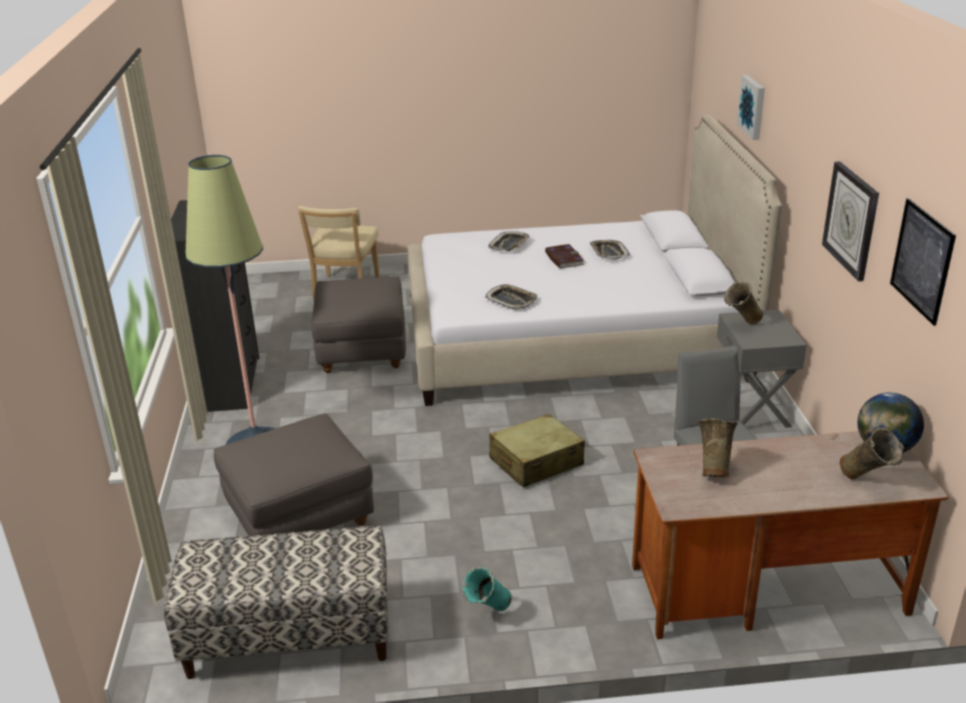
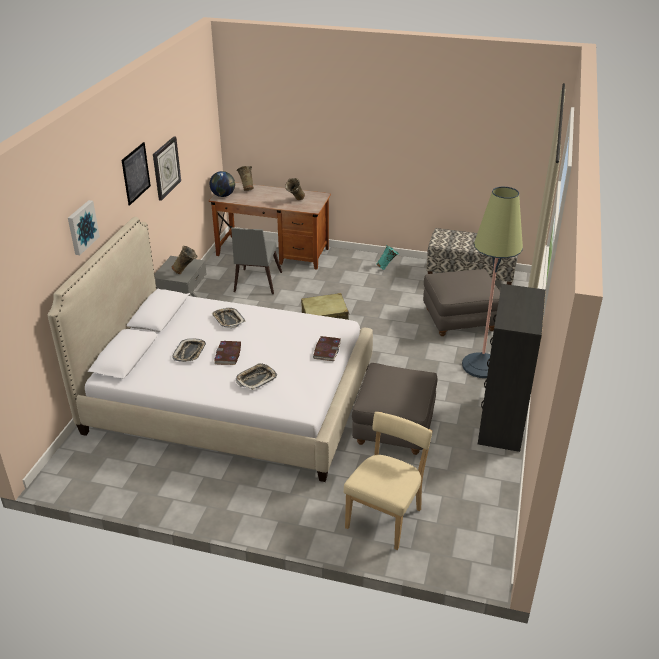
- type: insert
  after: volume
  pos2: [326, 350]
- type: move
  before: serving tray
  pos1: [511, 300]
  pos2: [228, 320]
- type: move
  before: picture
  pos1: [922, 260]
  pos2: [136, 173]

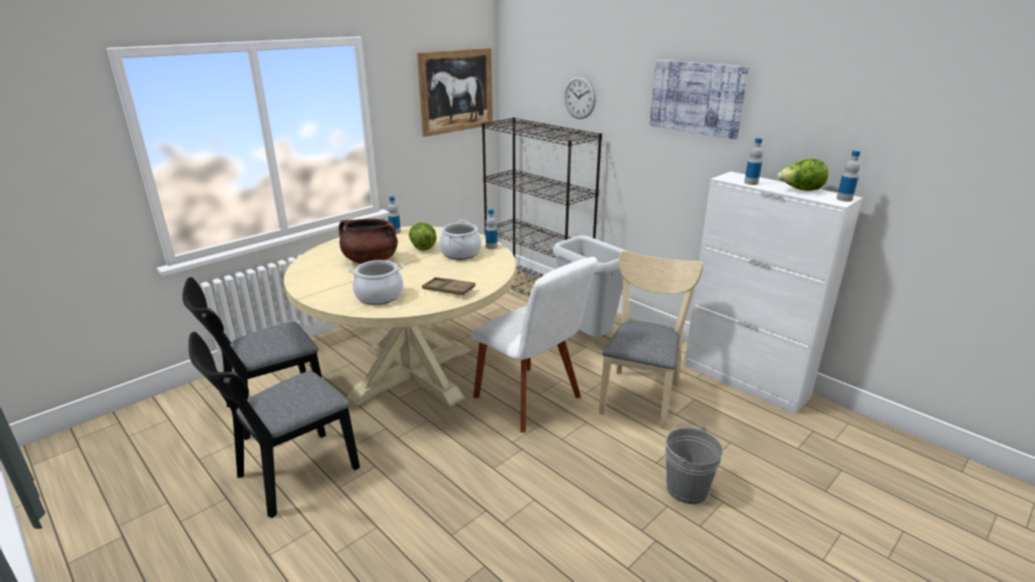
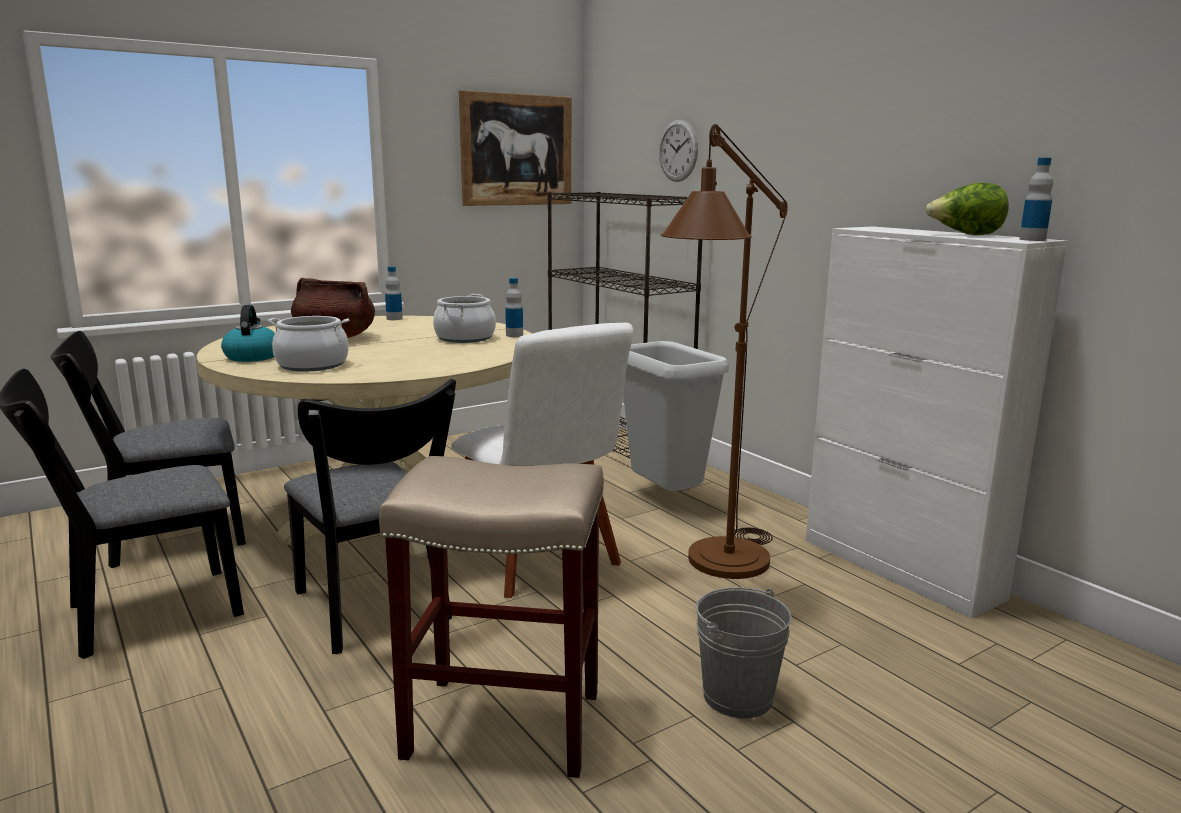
- type: delete
  before: head of lettuce
  pos1: [422, 247]
- type: delete
  before: serving tray/brownish
  pos1: [448, 290]
- type: delete
  before: picture
  pos1: [696, 97]
- type: delete
  before: beverage bottle
  pos1: [751, 183]
- type: insert
  after: water kettle
  pos2: [252, 356]
- type: insert
  after: upright chair/black
  pos2: [375, 611]
- type: insert
  after: sitting stool/beige
  pos2: [500, 725]
- type: replace
  before: upright chair/beige
  after: standing lamp/brownish
  pos1: [641, 393]
  pos2: [718, 569]

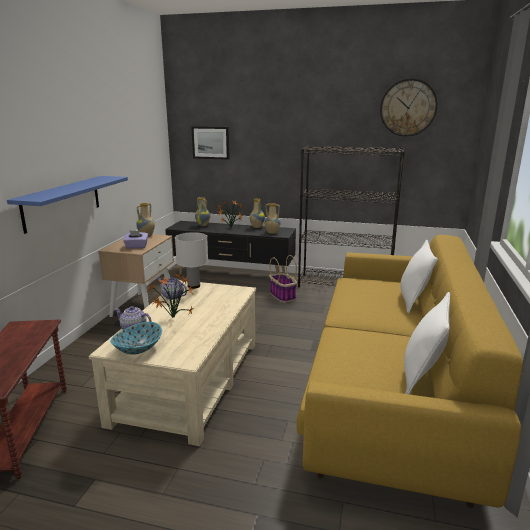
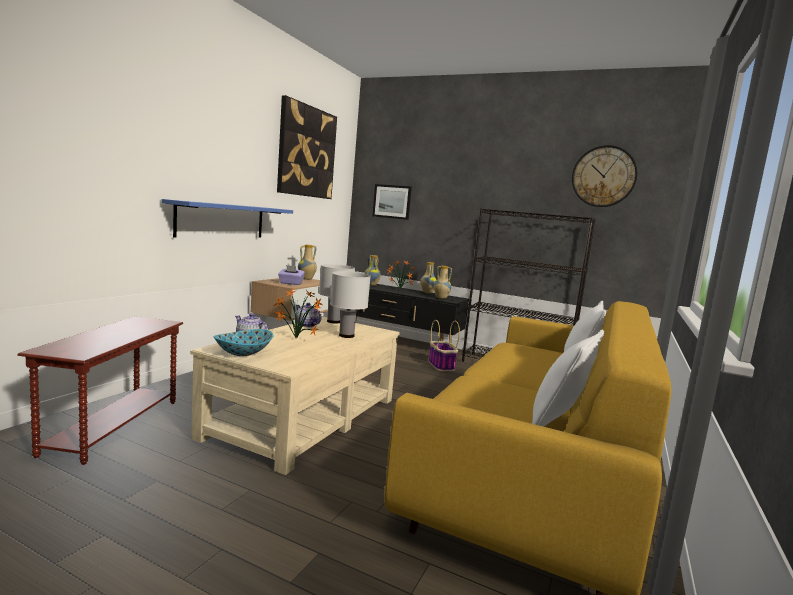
- type: insert
  after: picture
  pos2: [306, 152]
- type: insert
  after: lamp for a table/white-coloured
  pos2: [347, 336]

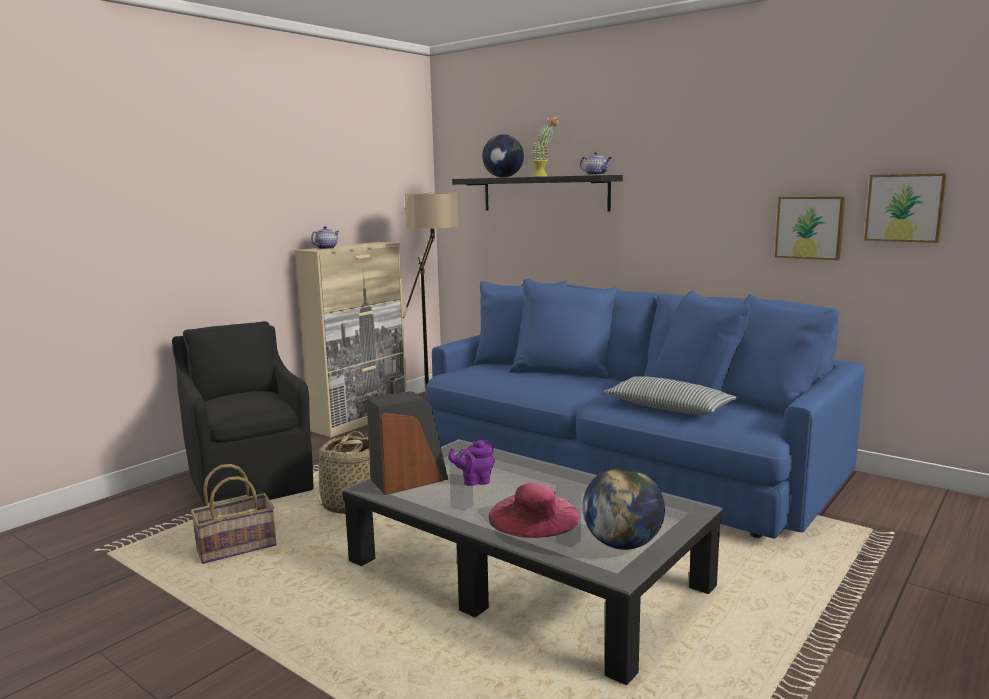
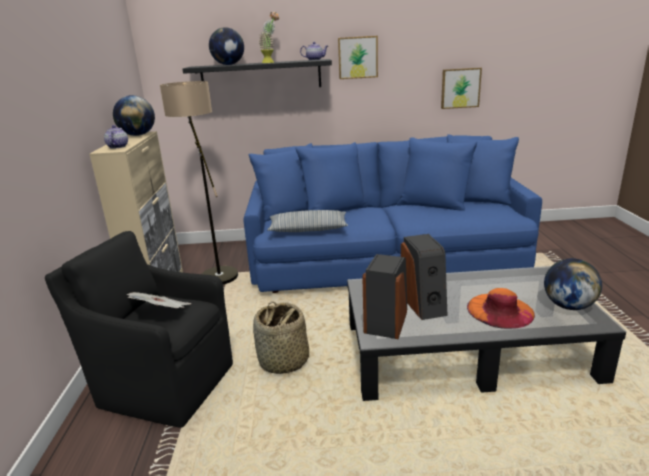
- type: delete
  before: basket
  pos1: [236, 547]
- type: insert
  after: desk globe
  pos2: [138, 135]
- type: insert
  after: daily paper
  pos2: [163, 313]
- type: move
  before: cushion
  pos1: [668, 407]
  pos2: [308, 229]
- type: move
  before: picture
  pos1: [904, 207]
  pos2: [357, 57]
- type: replace
  before: tea pot/purple
  after: loudspeaker
  pos1: [474, 481]
  pos2: [424, 304]
- type: recolor
  before: hat/pinkish
  after: hat/orange
  pos1: [534, 515]
  pos2: [500, 310]

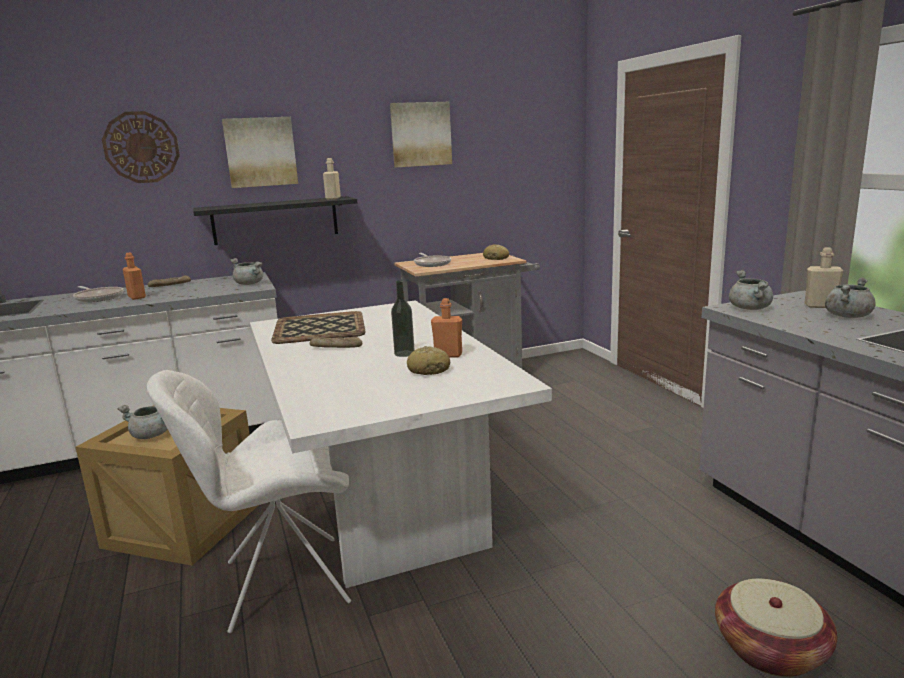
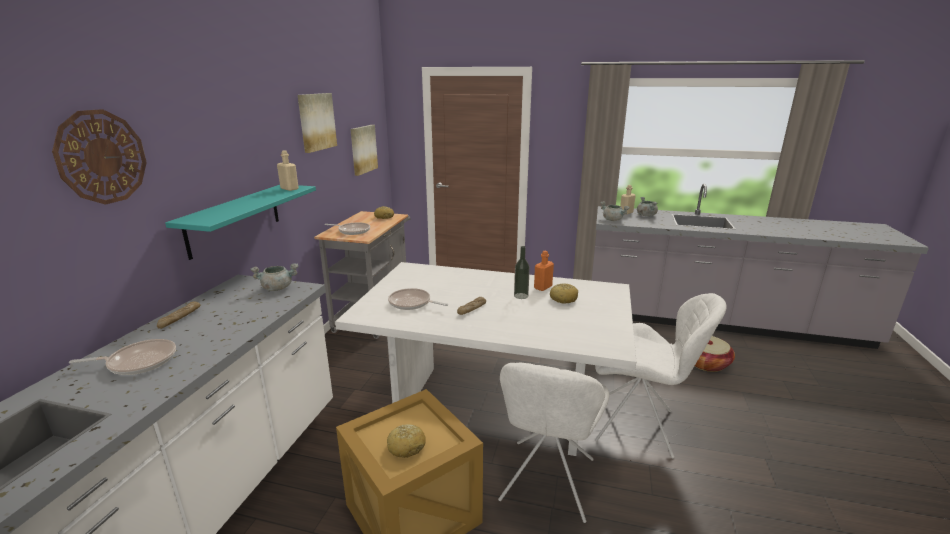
- type: delete
  before: beverage bottle/orange
  pos1: [137, 297]
- type: insert
  after: upright chair/white-coloured
  pos2: [638, 426]
- type: move
  before: picture
  pos1: [260, 152]
  pos2: [363, 149]
- type: replace
  before: stockpot/gray
  after: baked bread
  pos1: [152, 435]
  pos2: [406, 446]
- type: replace
  before: serving tray
  after: frying pan
  pos1: [318, 328]
  pos2: [412, 303]
- type: recolor
  before: bracket shelf/black
  after: bracket shelf/turquoise-coloured
  pos1: [275, 220]
  pos2: [235, 219]

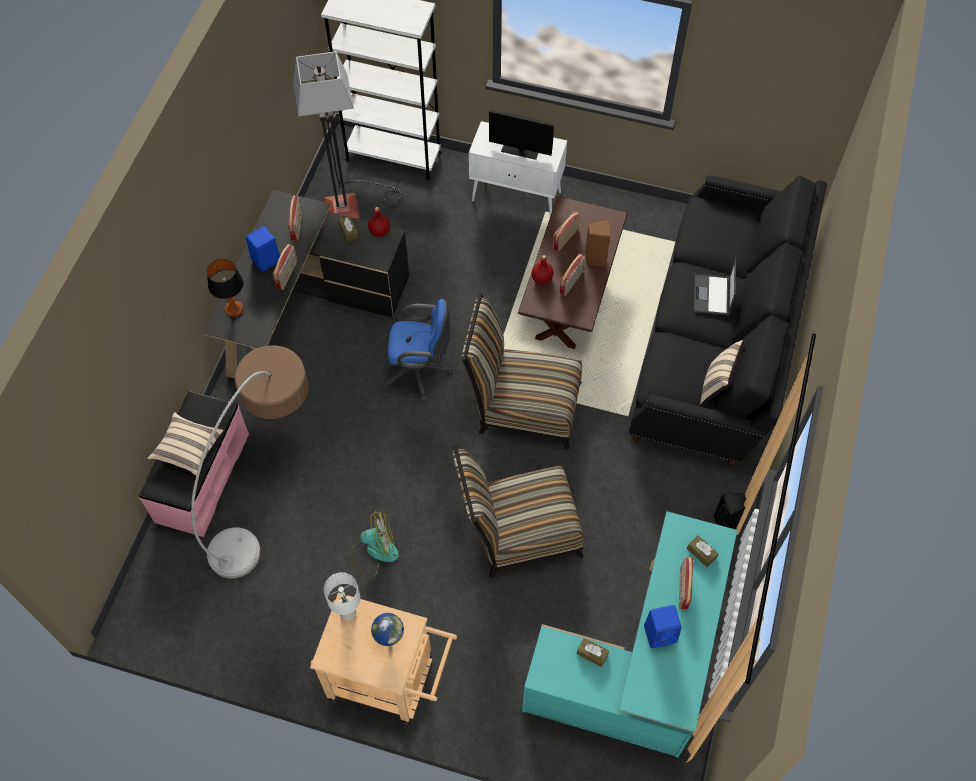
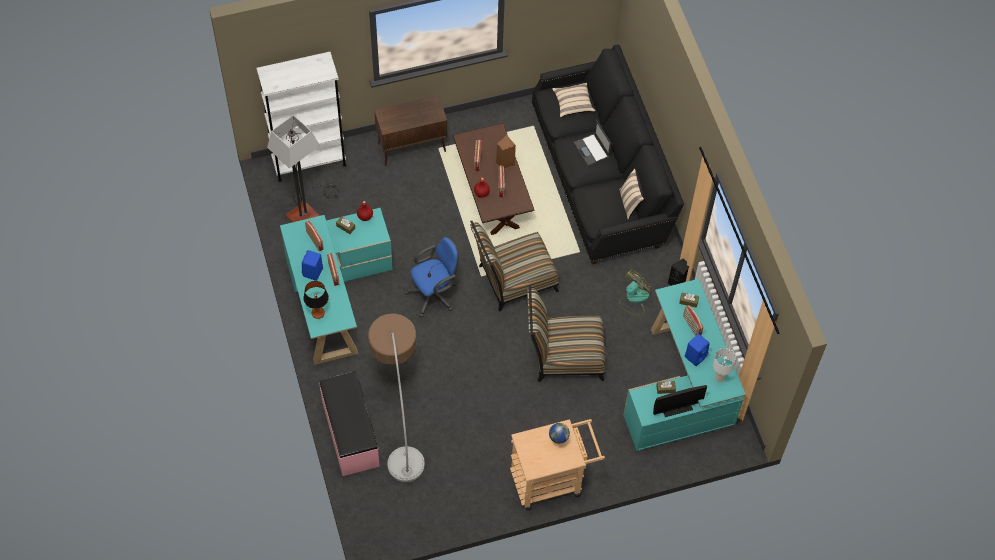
- type: move
  before: cushion/beige
  pos1: [188, 449]
  pos2: [573, 104]
- type: move
  before: lamp for a table/white-coloured
  pos1: [348, 613]
  pos2: [719, 378]
- type: move
  before: electric fan
  pos1: [374, 551]
  pos2: [633, 299]
- type: move
  before: computer screen
  pos1: [520, 149]
  pos2: [676, 407]
- type: recolor
  before: desk/black
  after: desk/turquoise-coloured
  pos1: [307, 310]
  pos2: [333, 295]
- type: recolor
  before: cabinet/white-coloured
  after: cabinet/brownish
  pos1: [517, 196]
  pos2: [412, 147]
- type: rotate
  before: upright chair
  pos1: [518, 531]
  pos2: [563, 355]
  turn: 45

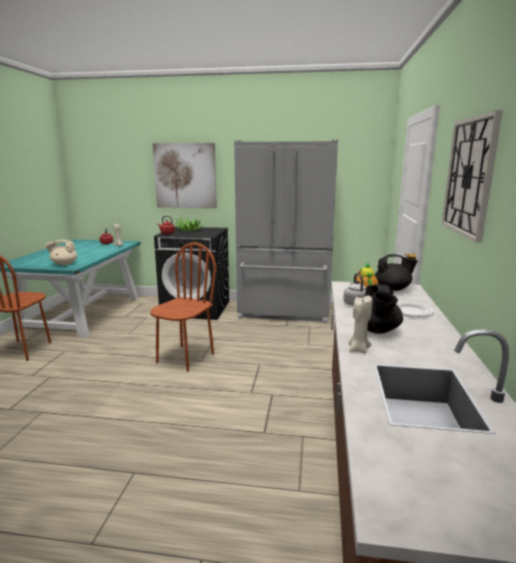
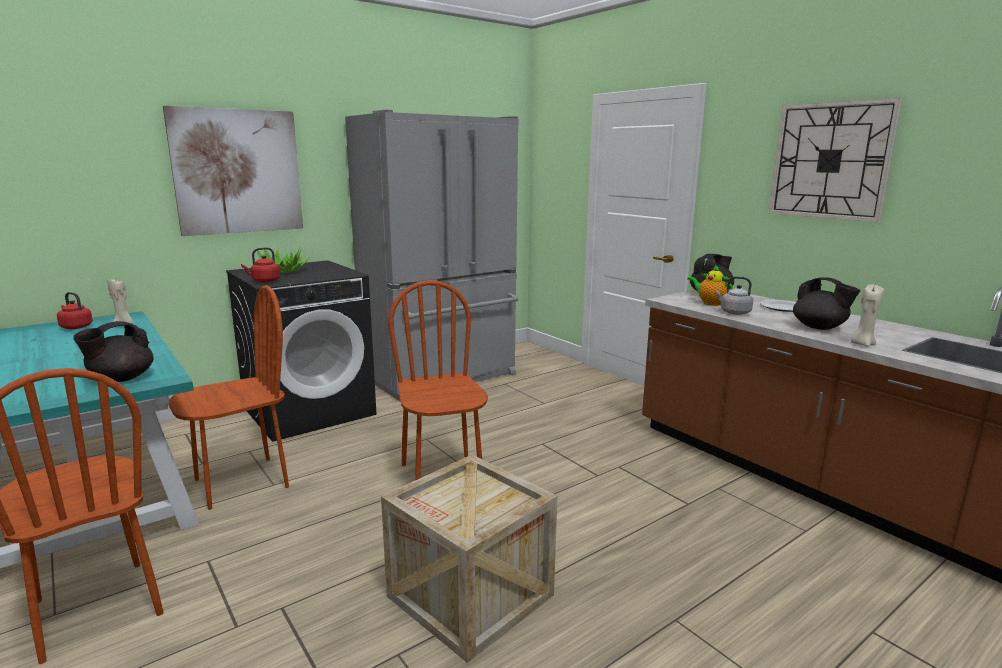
- type: insert
  after: upright chair/brownish
  pos2: [241, 483]
- type: insert
  after: crate
  pos2: [470, 595]
- type: recolor
  before: tea pot/beige
  after: tea pot/black
  pos1: [64, 264]
  pos2: [121, 378]

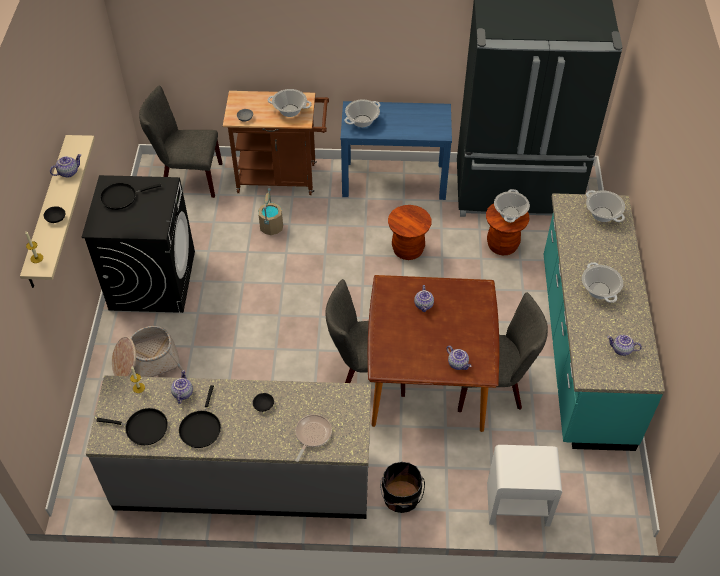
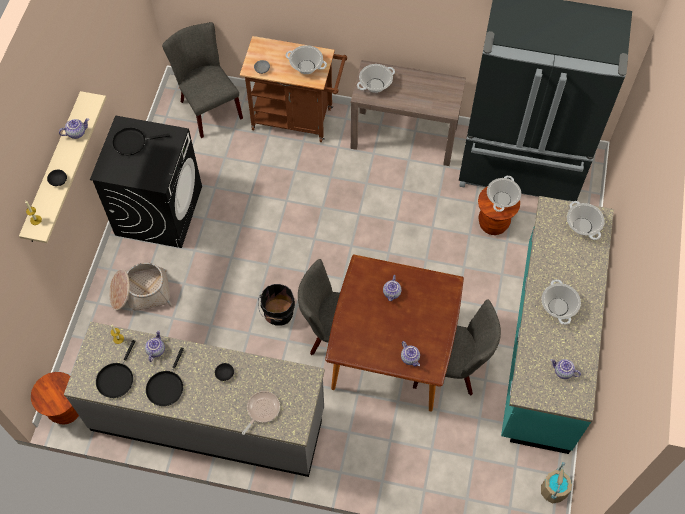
- type: delete
  before: bedside table/white-coloured
  pos1: [517, 504]
- type: move
  before: pail/beige
  pos1: [271, 226]
  pos2: [553, 490]
- type: move
  before: pail/black
  pos1: [401, 498]
  pos2: [278, 313]
- type: move
  before: sitting stool/brownish
  pos1: [408, 250]
  pos2: [66, 410]
- type: recolor
  before: console table/blue-coloured
  after: console table/brownish
  pos1: [394, 180]
  pos2: [404, 137]
- type: rotate
  before: frying pan/black
  pos1: [143, 428]
  pos2: [116, 378]
  turn: 90
- type: rotate
  before: upright chair/gray
  pos1: [187, 178]
  pos2: [208, 107]
  turn: 45

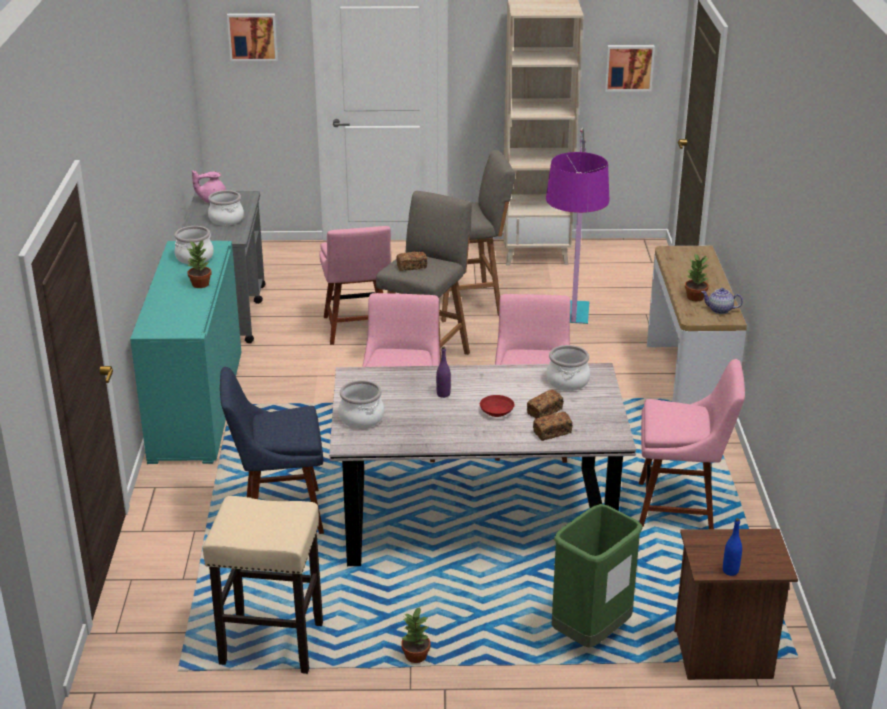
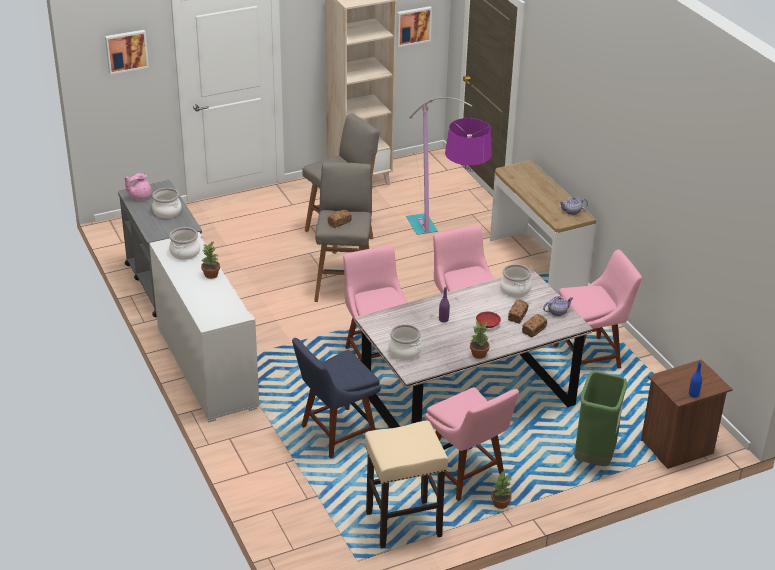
- type: insert
  after: tea pot
  pos2: [557, 312]
- type: move
  before: upright chair/pinkish
  pos1: [358, 330]
  pos2: [466, 476]
- type: move
  before: potted plant
  pos1: [695, 297]
  pos2: [479, 354]
- type: recolor
  before: cabinet/turquoise-coloured
  after: cabinet/white-coloured
  pos1: [197, 406]
  pos2: [206, 367]

